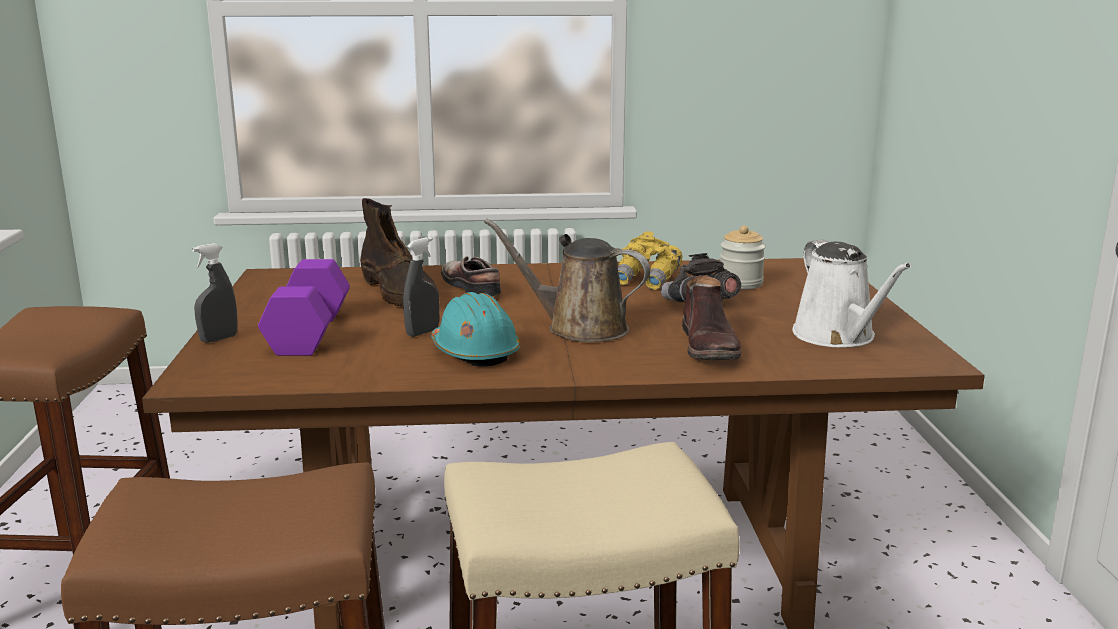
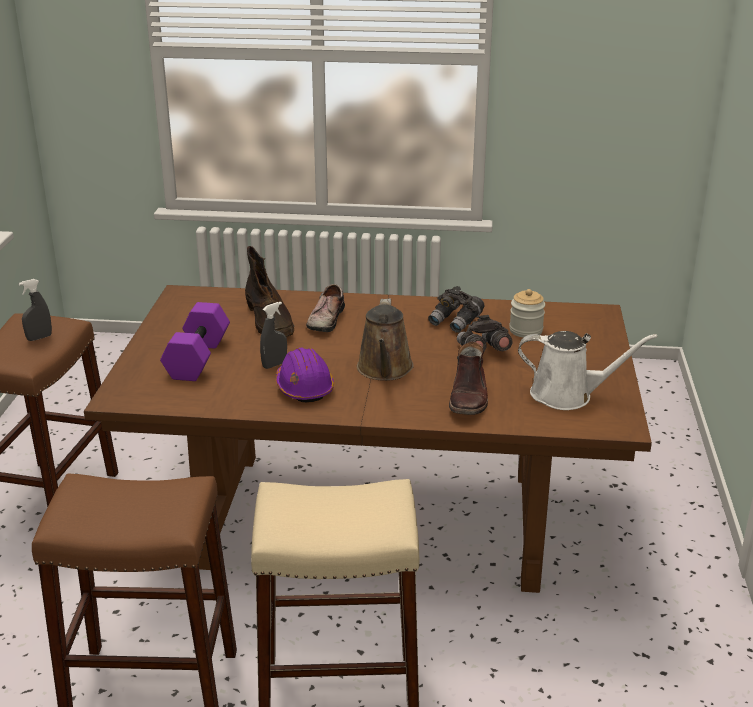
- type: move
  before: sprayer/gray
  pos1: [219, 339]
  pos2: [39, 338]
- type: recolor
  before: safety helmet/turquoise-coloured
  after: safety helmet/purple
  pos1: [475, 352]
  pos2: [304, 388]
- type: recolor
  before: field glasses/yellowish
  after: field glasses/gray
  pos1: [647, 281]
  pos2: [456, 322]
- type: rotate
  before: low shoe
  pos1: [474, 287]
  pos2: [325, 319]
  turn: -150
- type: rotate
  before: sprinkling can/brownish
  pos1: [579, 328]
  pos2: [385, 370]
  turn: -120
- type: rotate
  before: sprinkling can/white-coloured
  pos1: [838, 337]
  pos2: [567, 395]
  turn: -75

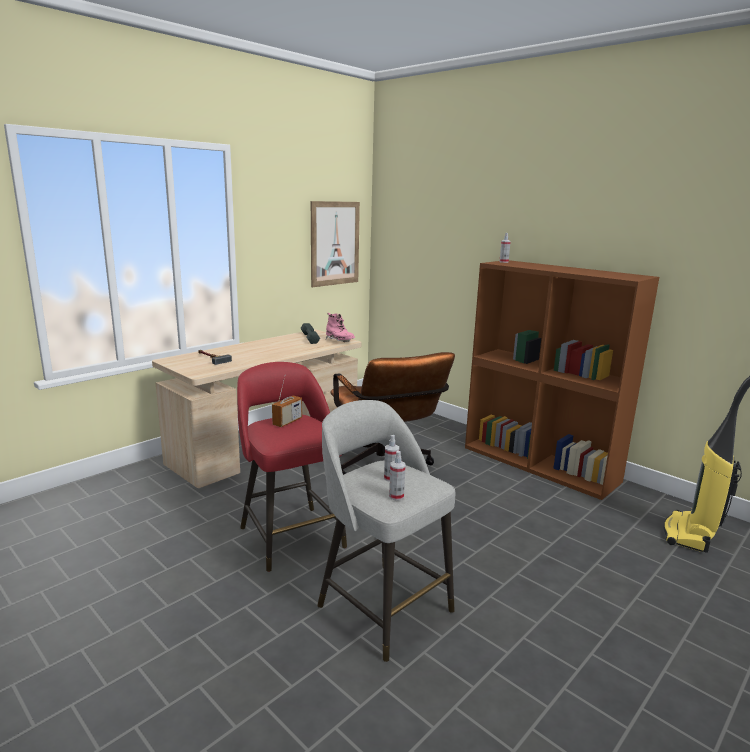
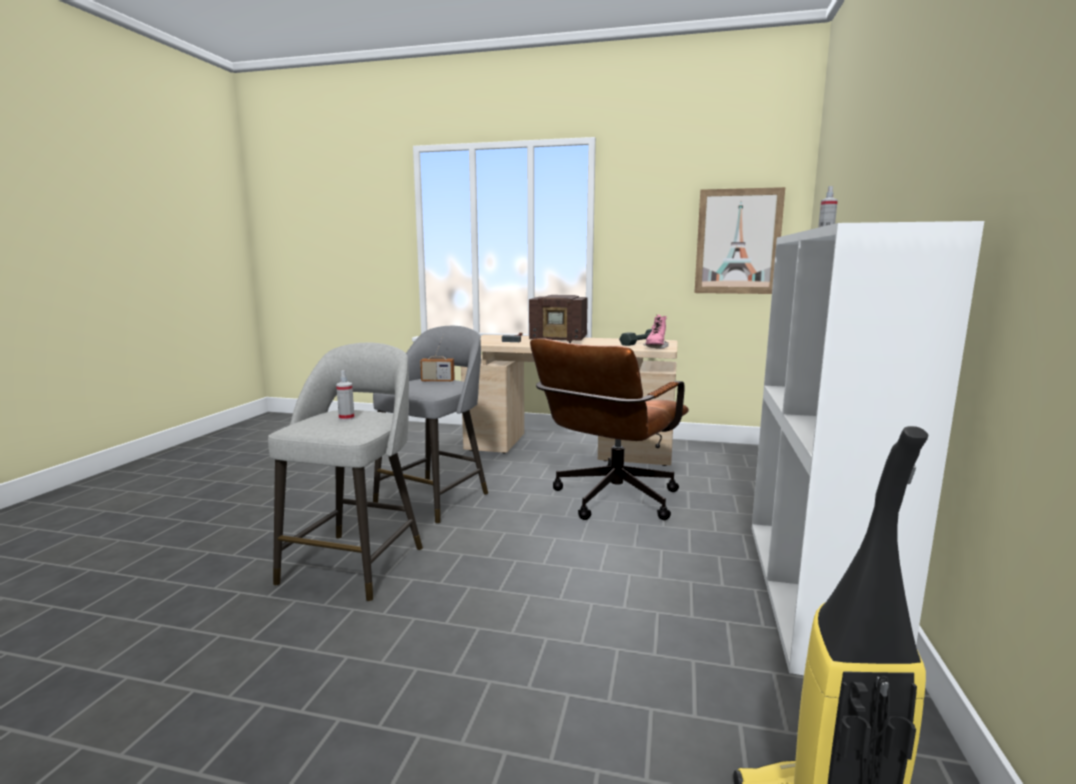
- type: delete
  before: sprayer
  pos1: [396, 496]
- type: insert
  after: radio set
  pos2: [559, 340]
- type: recolor
  before: sitting stool/red-coloured
  after: sitting stool/gray
  pos1: [291, 535]
  pos2: [434, 498]
- type: recolor
  before: bookshelf/brownish
  after: bookshelf/white-coloured
  pos1: [541, 464]
  pos2: [814, 592]

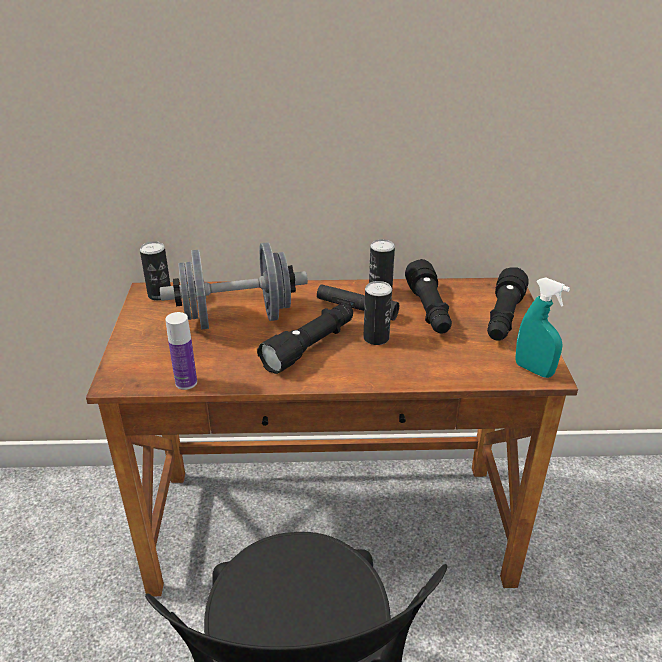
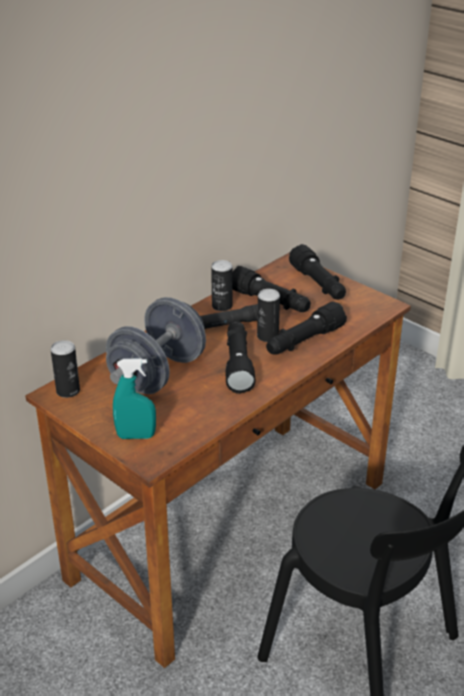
- type: delete
  before: beverage bottle
  pos1: [186, 382]
- type: insert
  after: hand torch/black
  pos2: [303, 341]
- type: move
  before: sprayer/turquoise-coloured
  pos1: [533, 370]
  pos2: [136, 436]

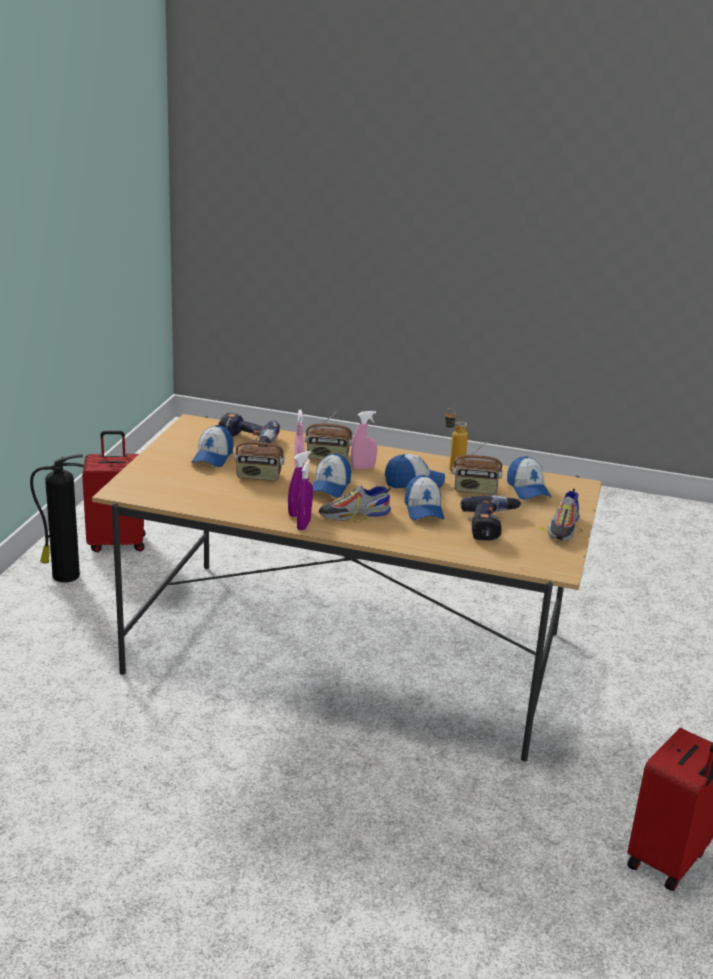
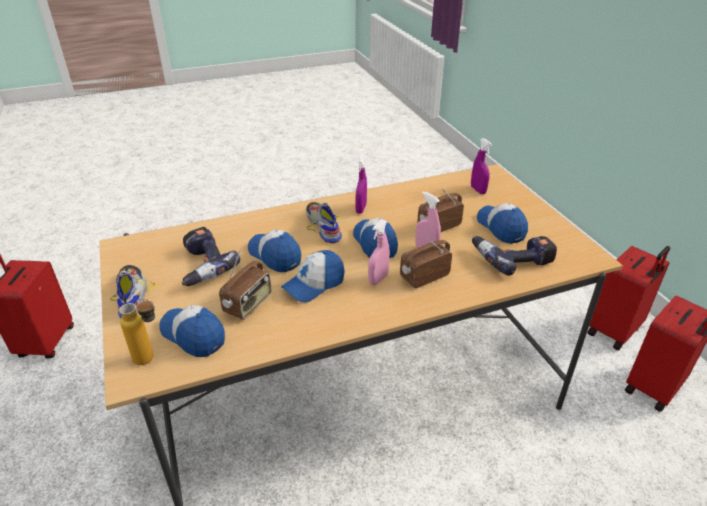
- type: move
  before: sprayer/purple
  pos1: [303, 525]
  pos2: [478, 190]
- type: move
  before: beverage bottle
  pos1: [451, 468]
  pos2: [151, 359]
- type: replace
  before: fire extinguisher
  after: suitcase/red-coloured
  pos1: [64, 576]
  pos2: [615, 331]
- type: rotate
  before: low shoe
  pos1: [354, 514]
  pos2: [323, 226]
  turn: -60
- type: rotate
  before: radio set
  pos1: [475, 490]
  pos2: [248, 305]
  turn: 150

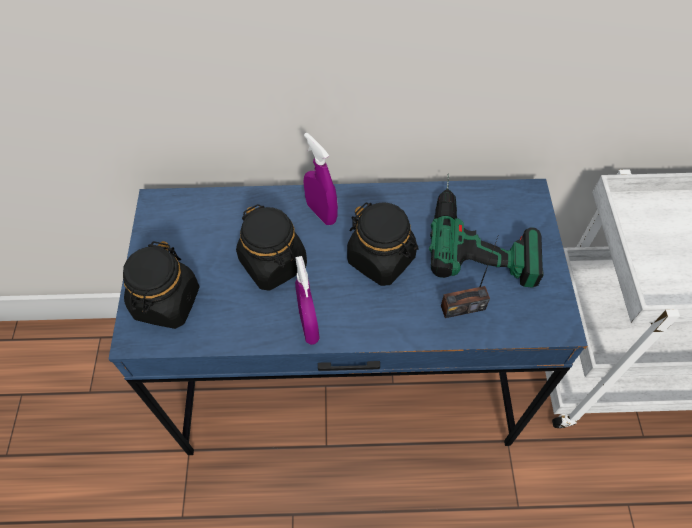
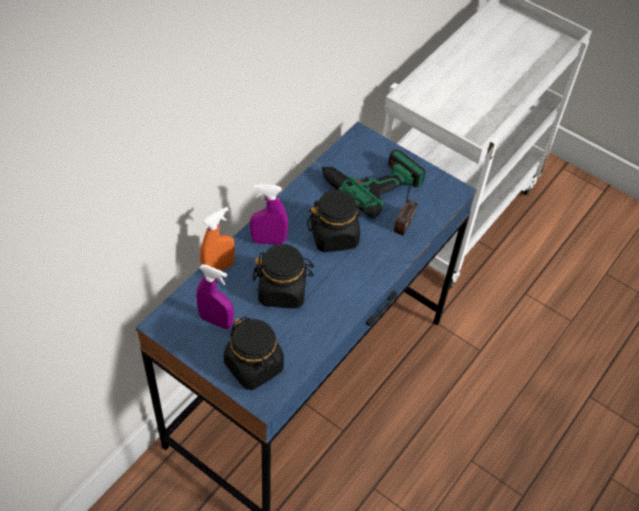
- type: insert
  after: sprayer/orange
  pos2: [218, 268]
- type: move
  before: sprayer/purple
  pos1: [309, 326]
  pos2: [216, 321]

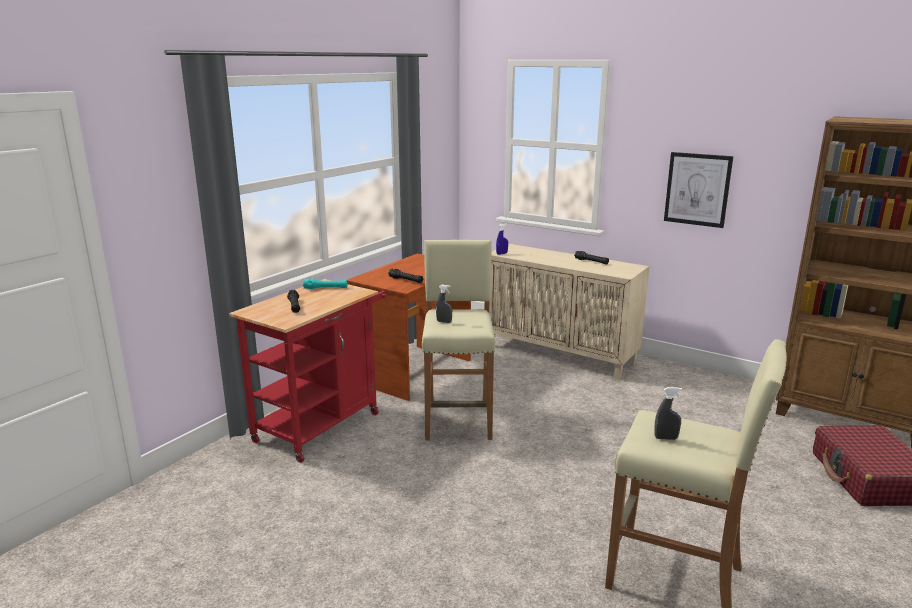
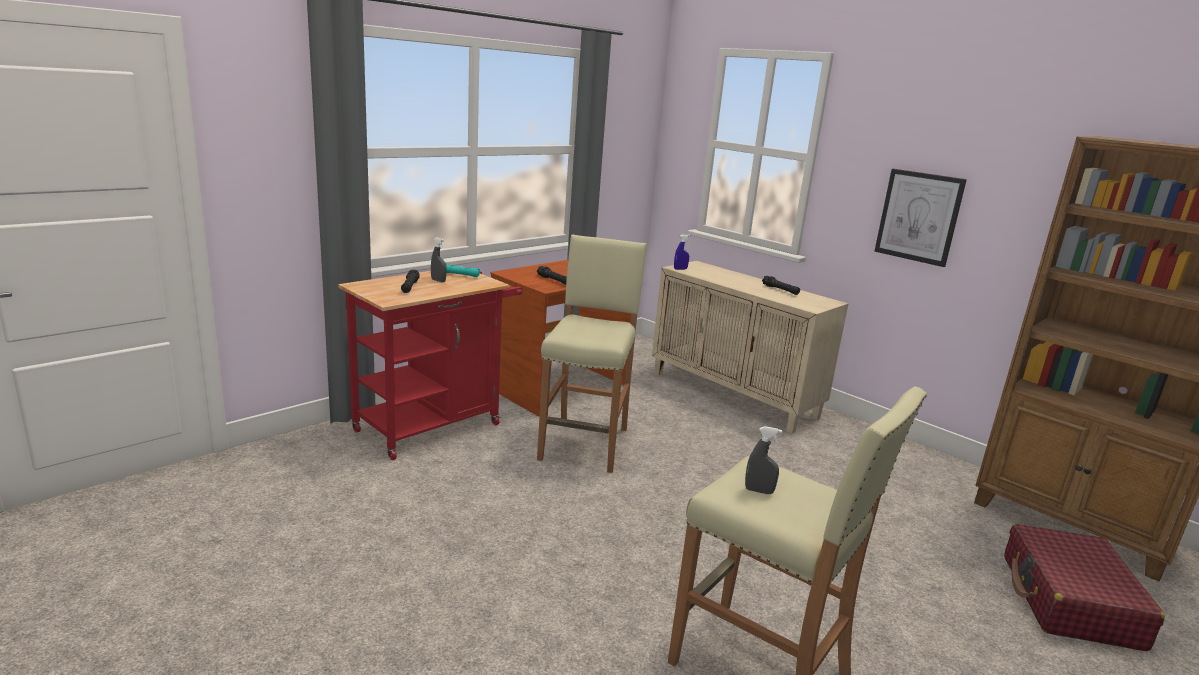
- type: move
  before: sprayer/gray
  pos1: [444, 322]
  pos2: [438, 281]

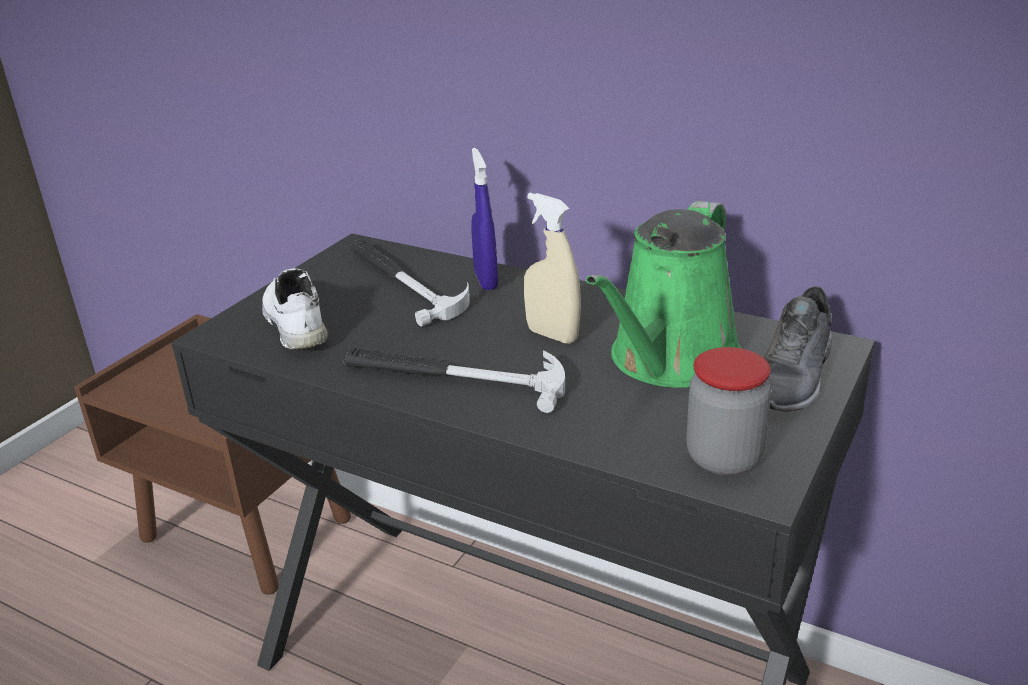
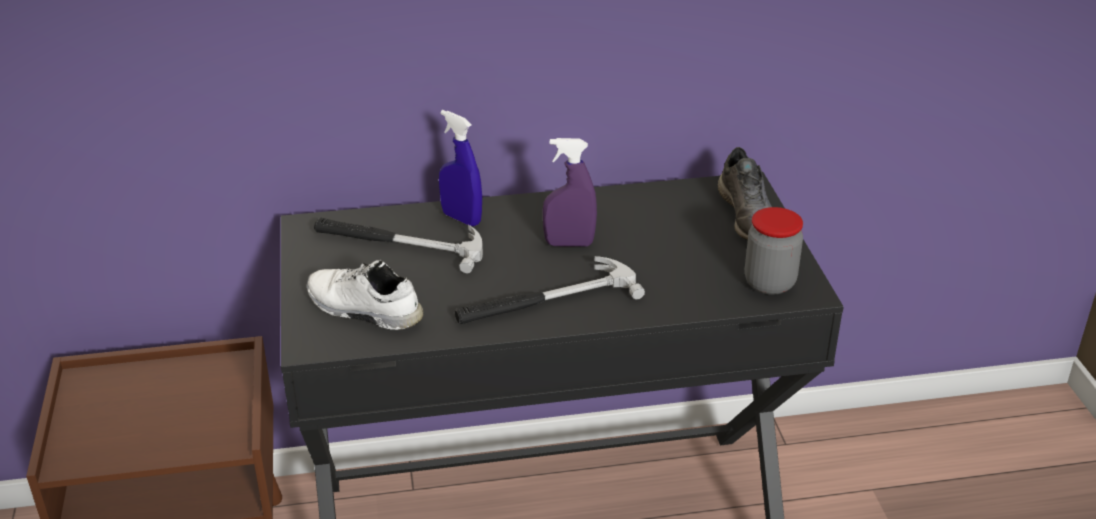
- type: delete
  before: sprinkling can/green
  pos1: [669, 361]
- type: recolor
  before: sprayer/beige
  after: sprayer/purple
  pos1: [552, 335]
  pos2: [569, 244]

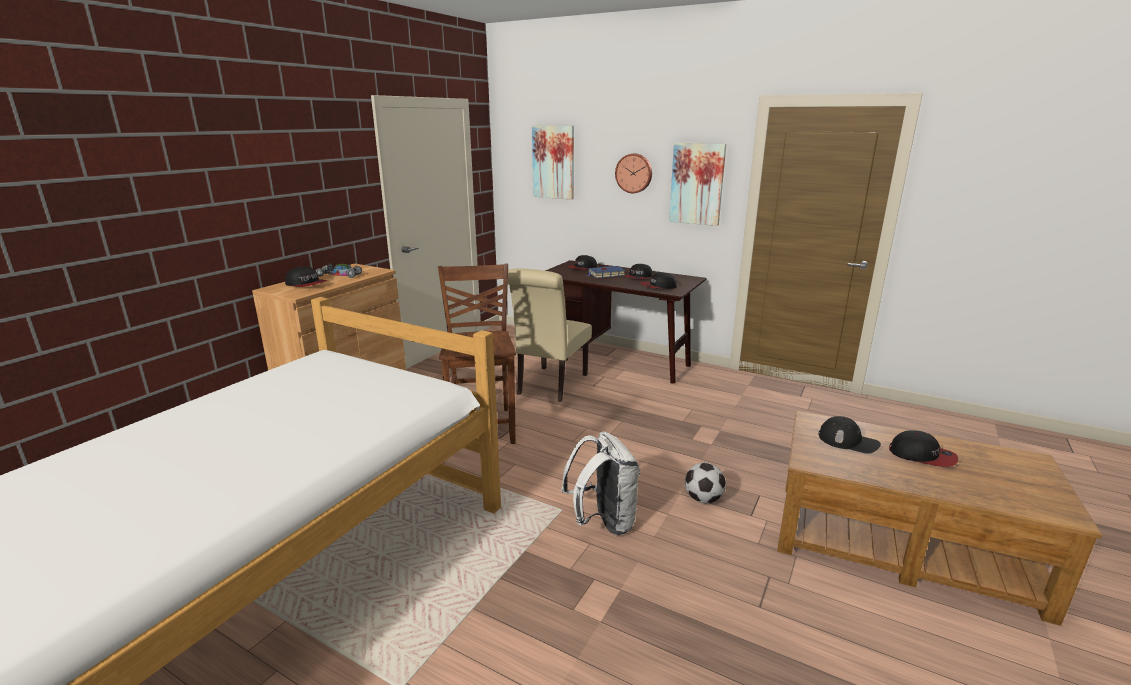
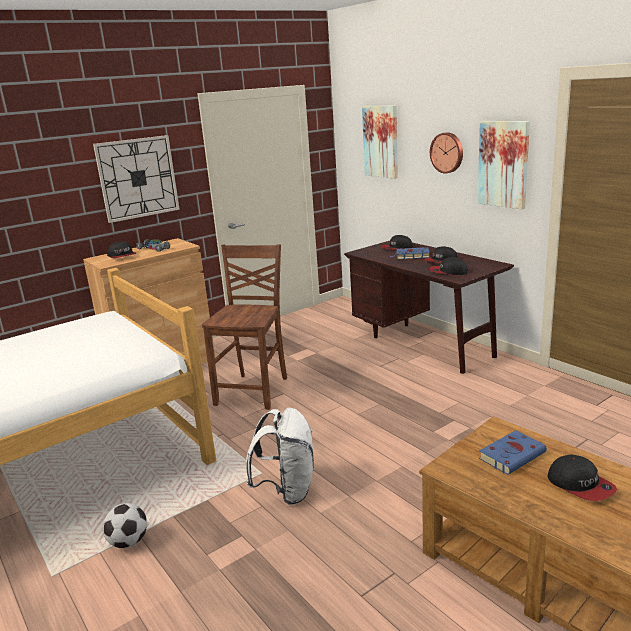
- type: delete
  before: upright chair/beige
  pos1: [550, 386]
- type: insert
  after: wall clock
  pos2: [138, 178]
- type: move
  before: football ball
  pos1: [703, 499]
  pos2: [129, 542]
- type: replace
  before: cap/black
  after: volume/blue-coloured
  pos1: [848, 441]
  pos2: [513, 455]

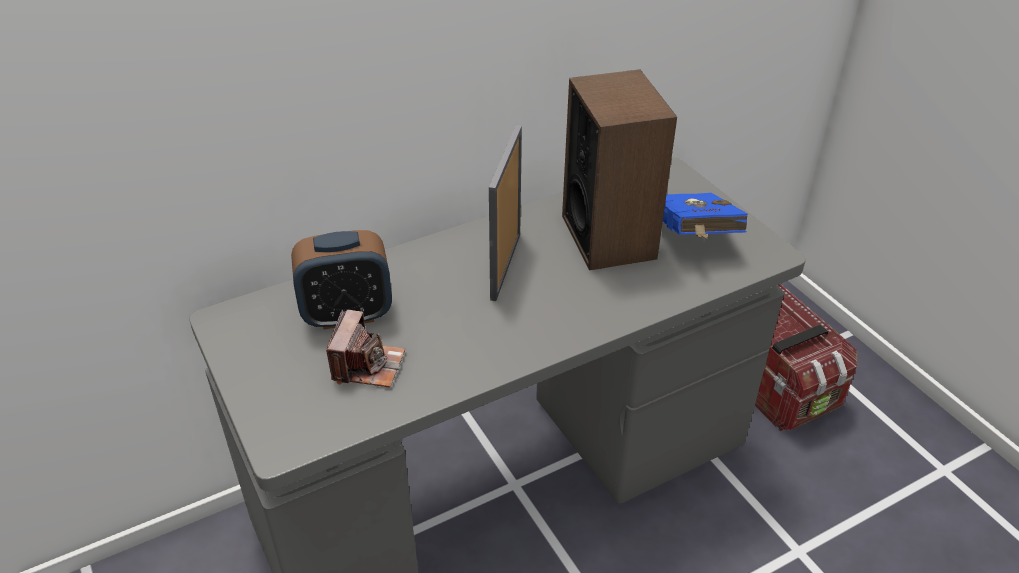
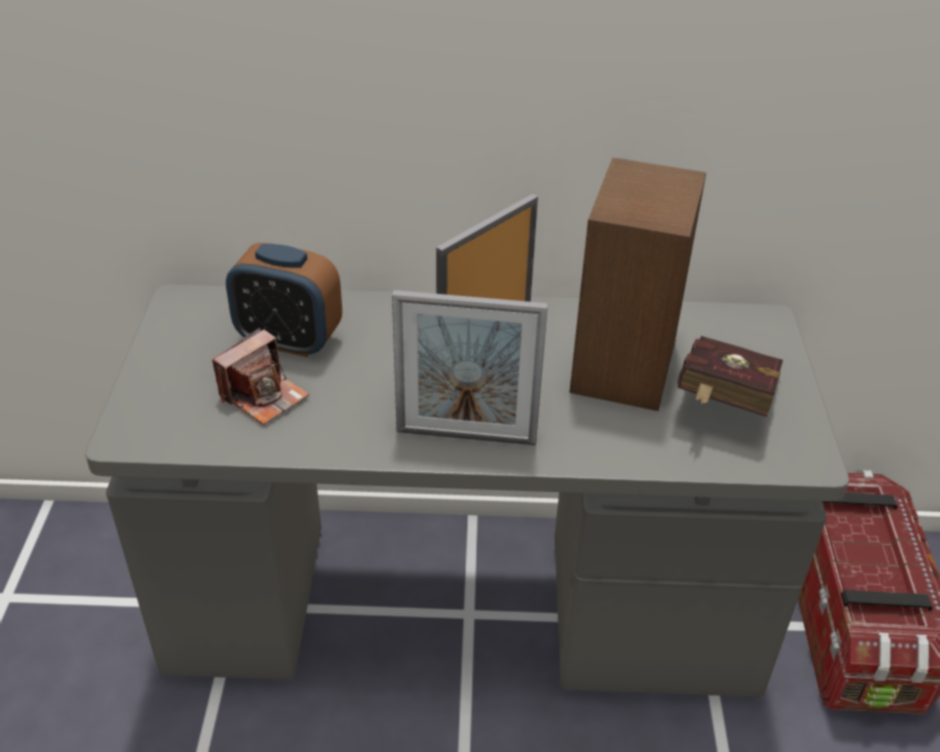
- type: insert
  after: standing frame
  pos2: [466, 436]
- type: recolor
  before: volume/blue-coloured
  after: volume/red-coloured
  pos1: [692, 238]
  pos2: [721, 404]

